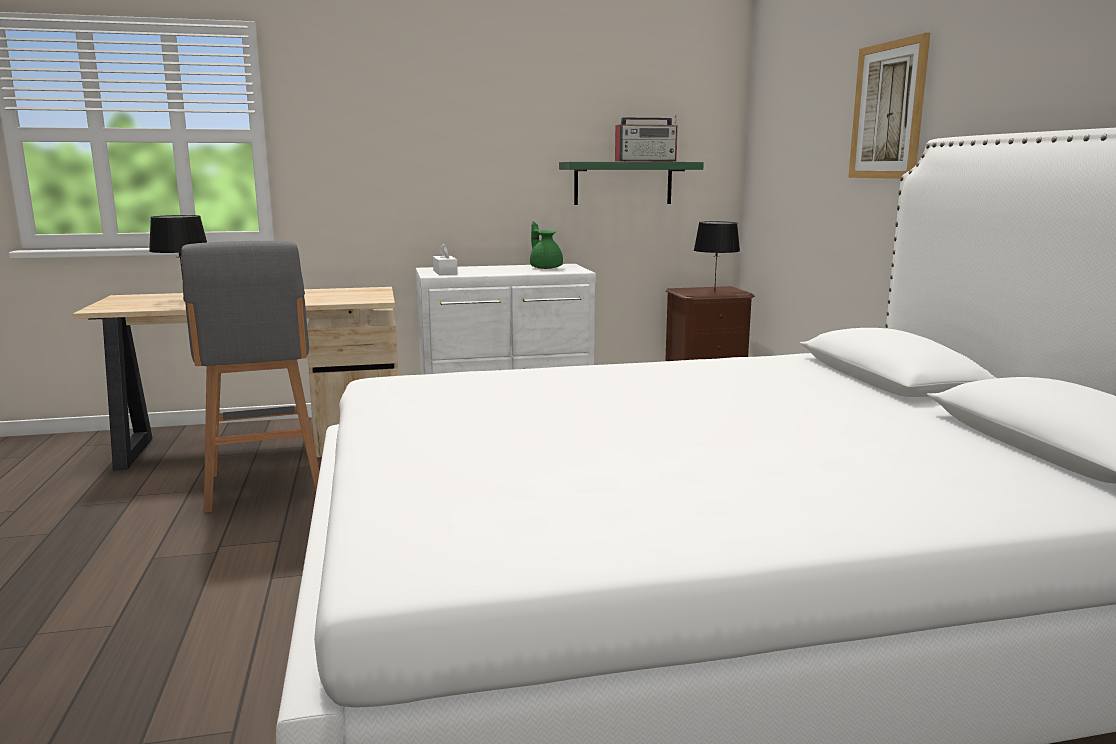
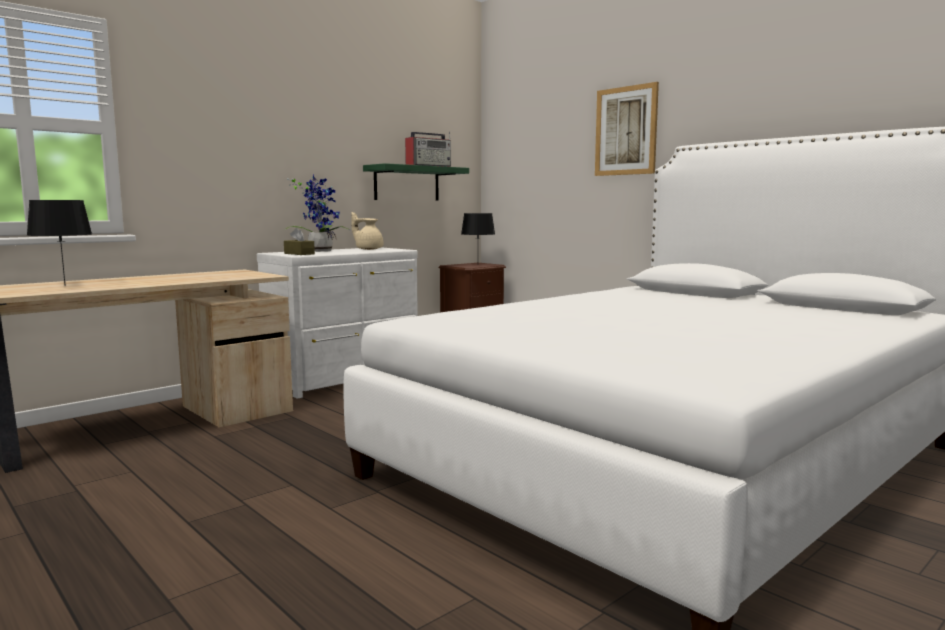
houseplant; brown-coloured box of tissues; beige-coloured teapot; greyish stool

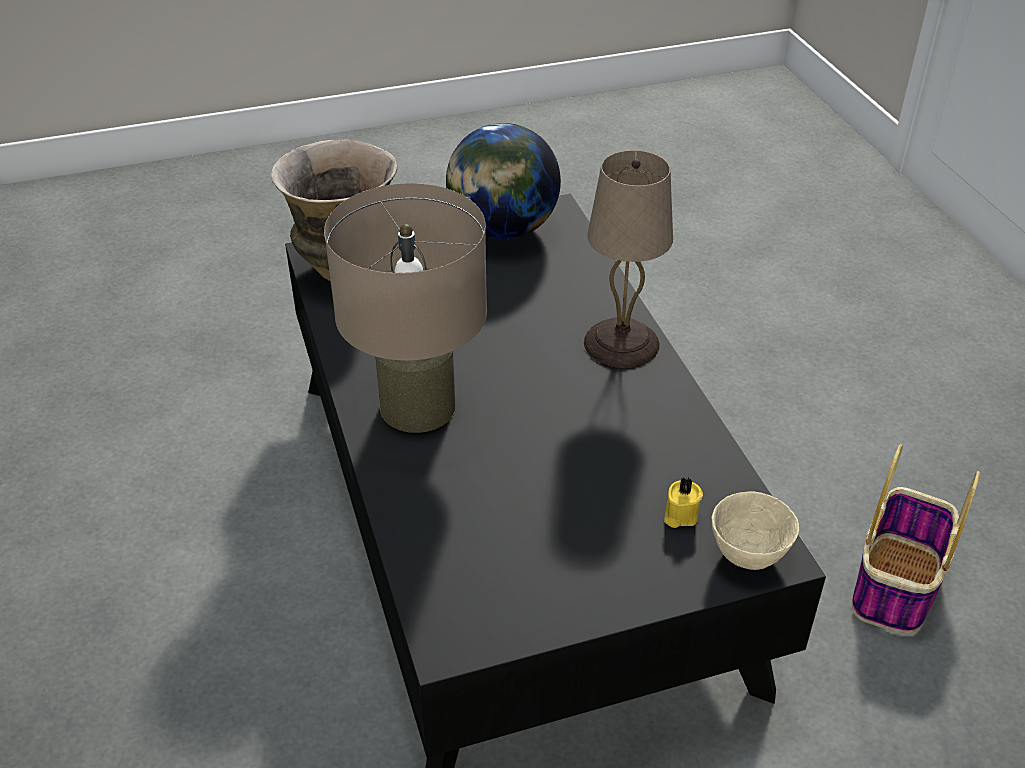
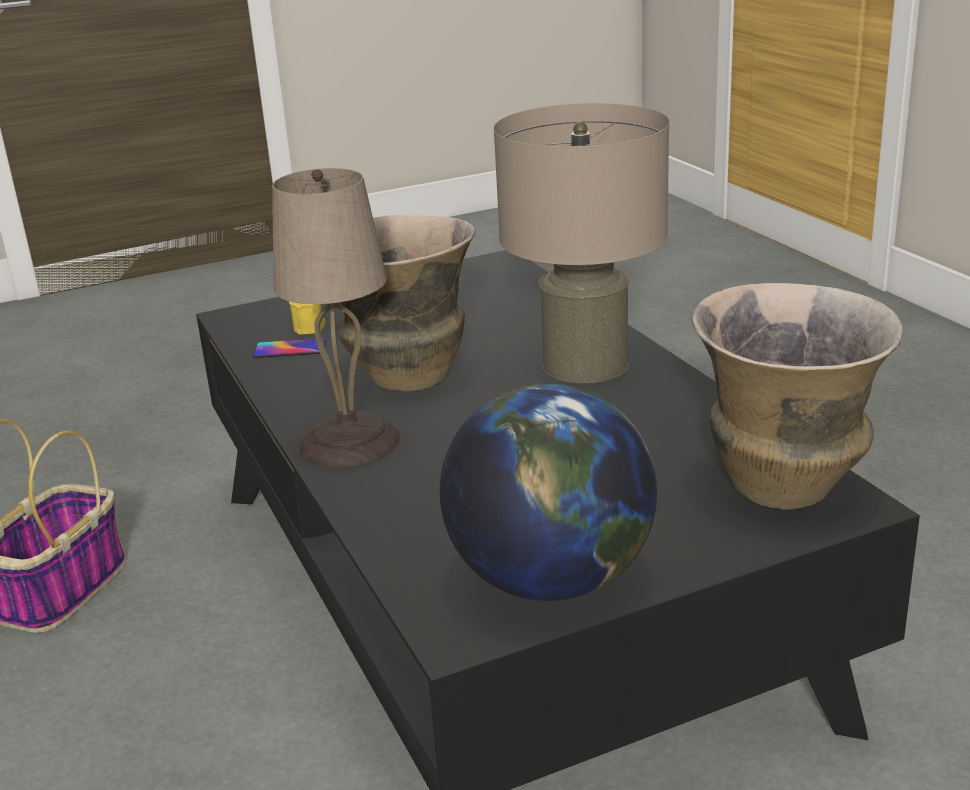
telephone; flower vase (no. 1 from left); beige-coloured deep dish

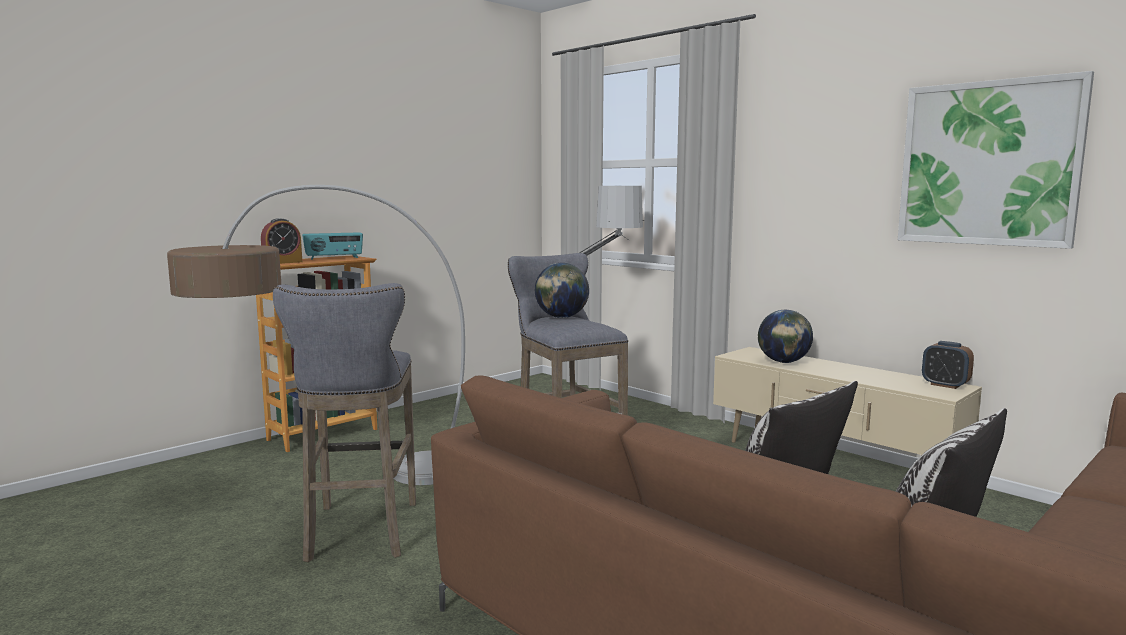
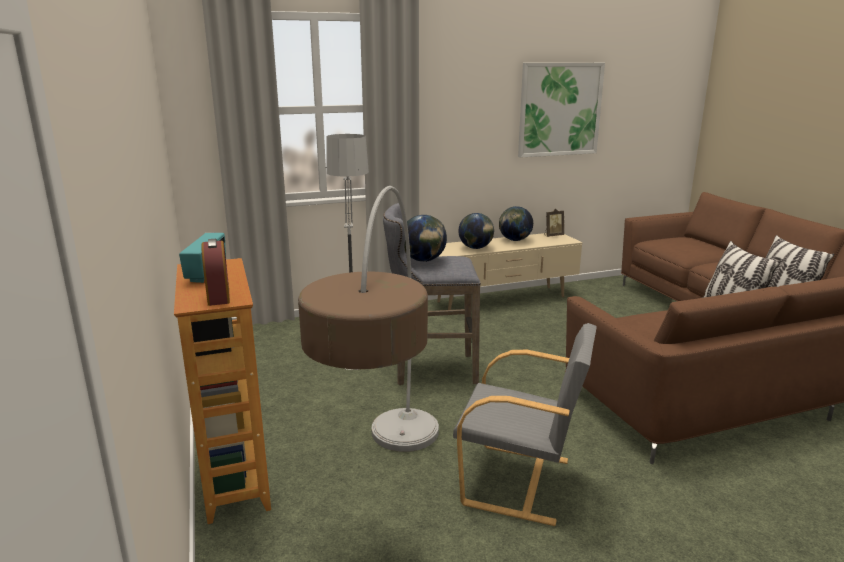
greyish armchair; desk globe (no. 3 from left); picture frame

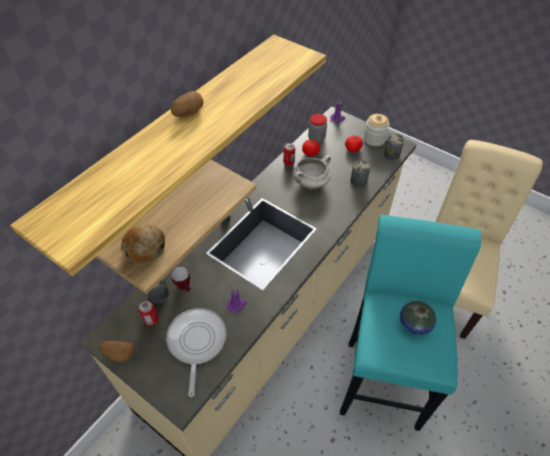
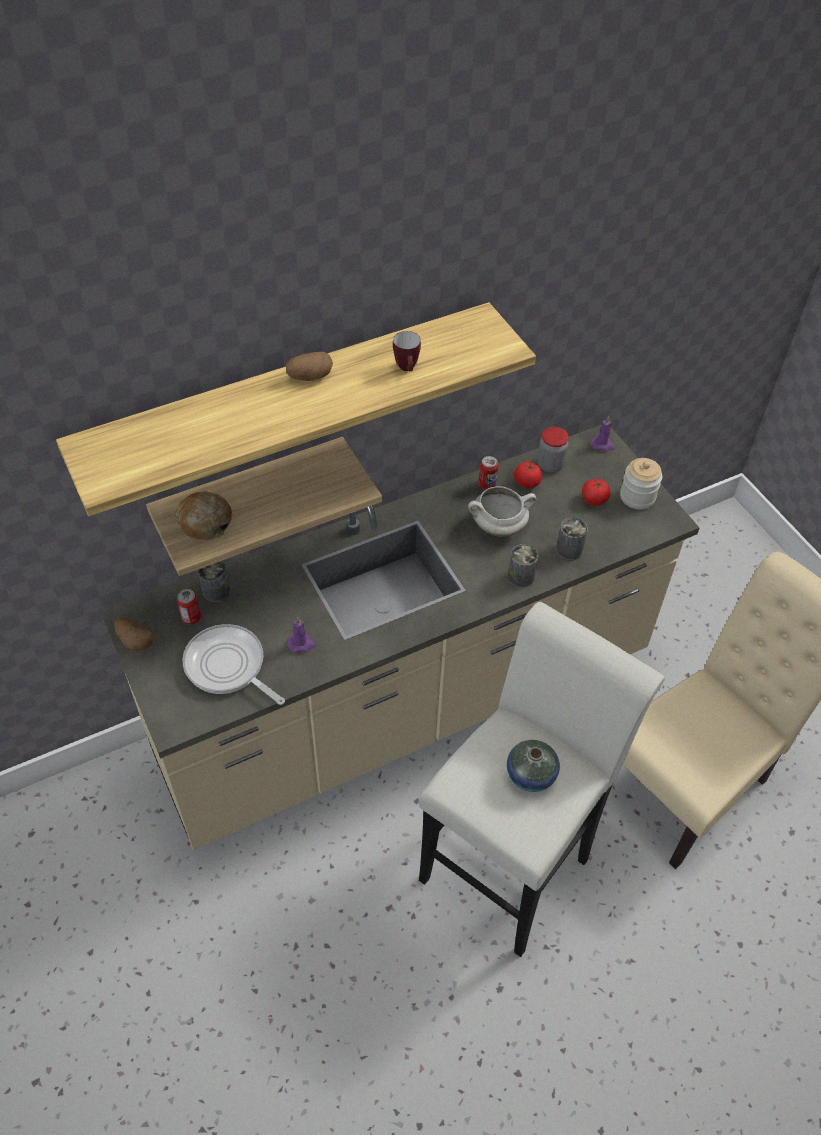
skillet; tea mug; white-coloured stool; sealed can (no. 4 from left)

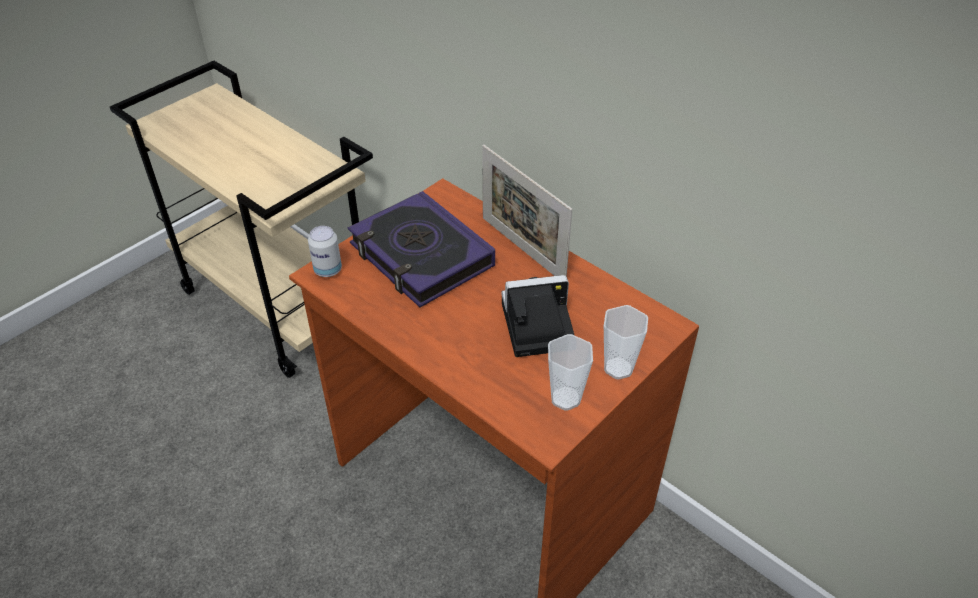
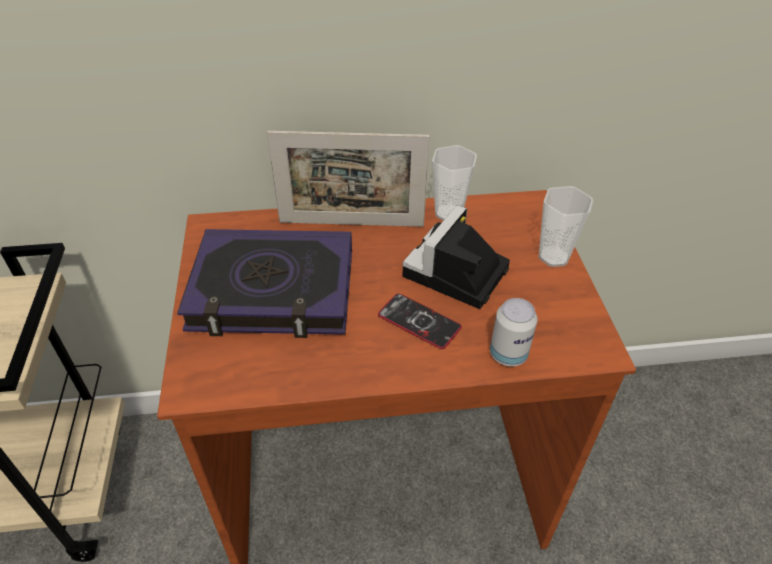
telephone; drinking cup (no. 1 from left); sealed can

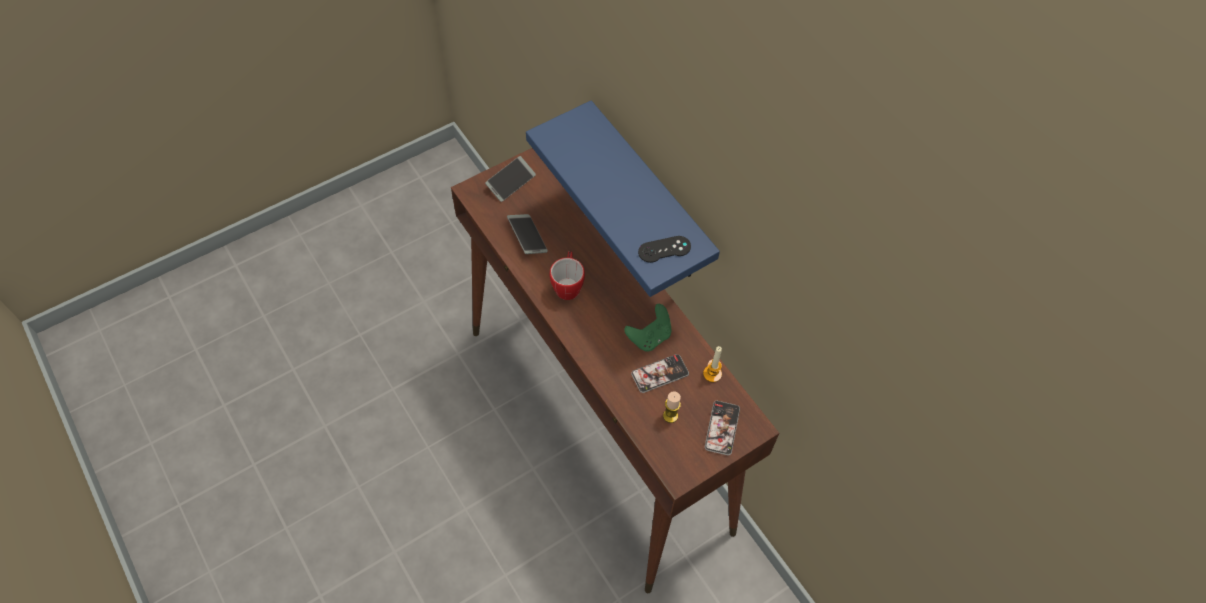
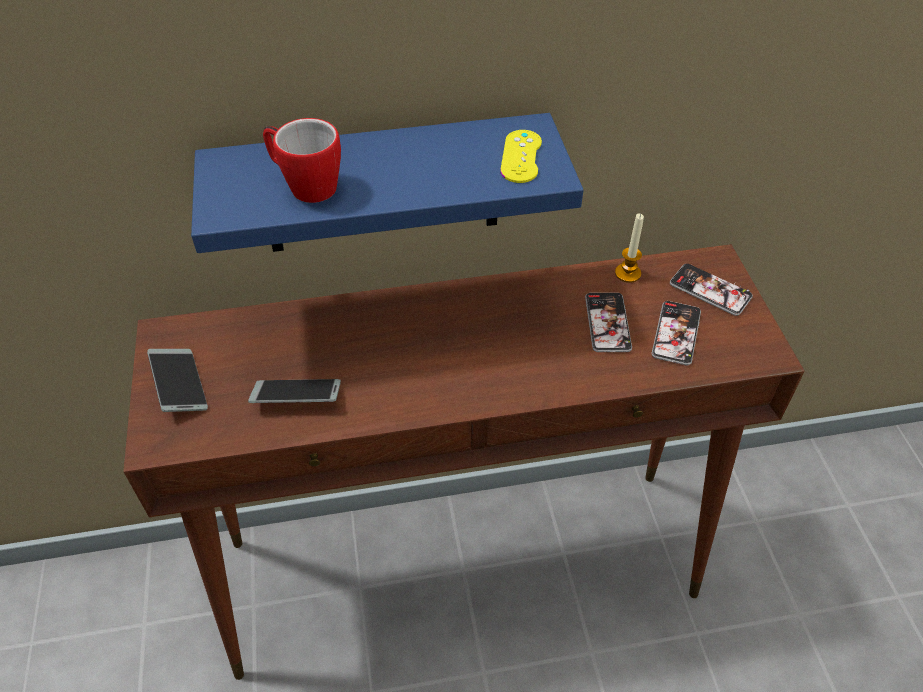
tea mug; yellow game controller; telephone (no. 4 from left); greenish game controller

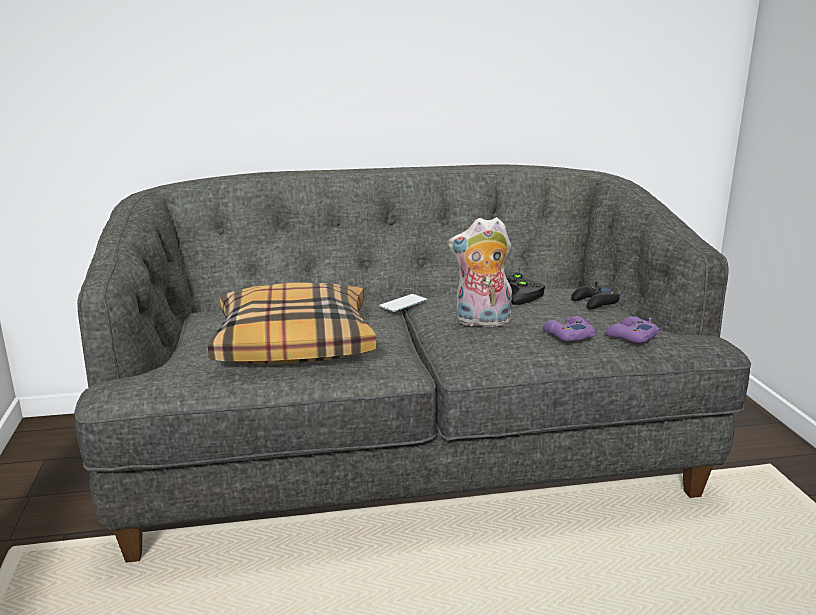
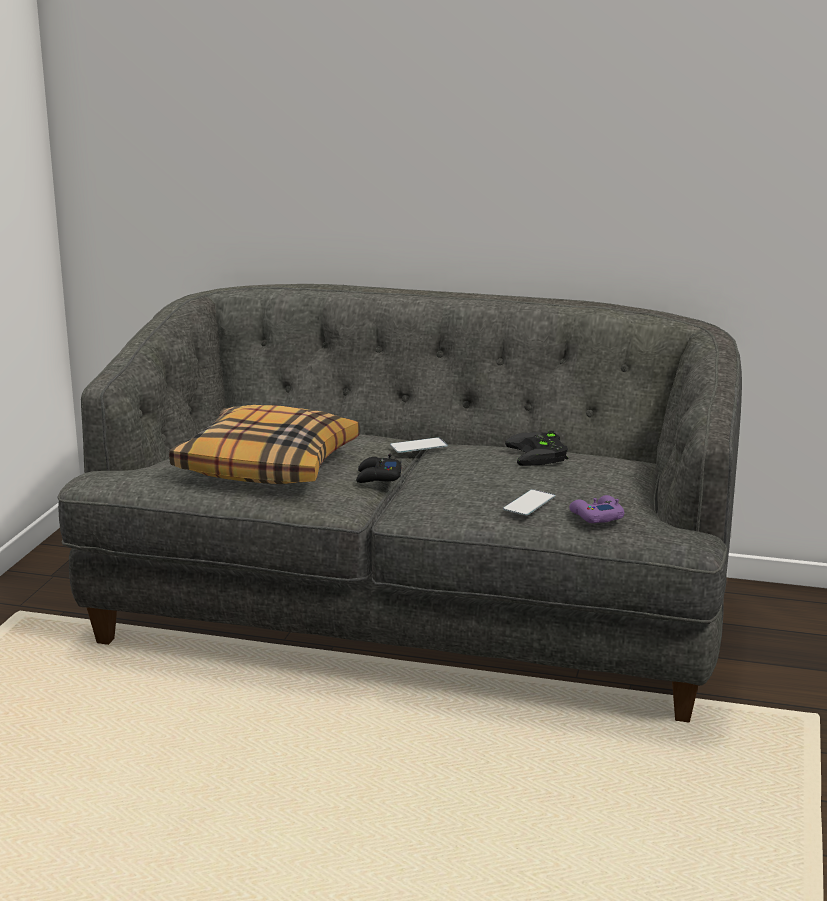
blackish game controller (no. 1 from left); telephone (no. 2 from left); plush toy

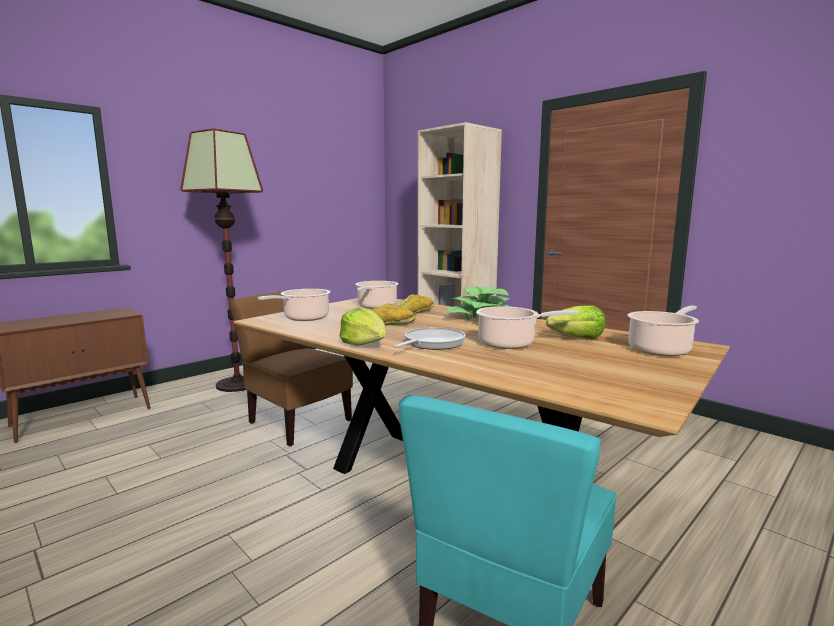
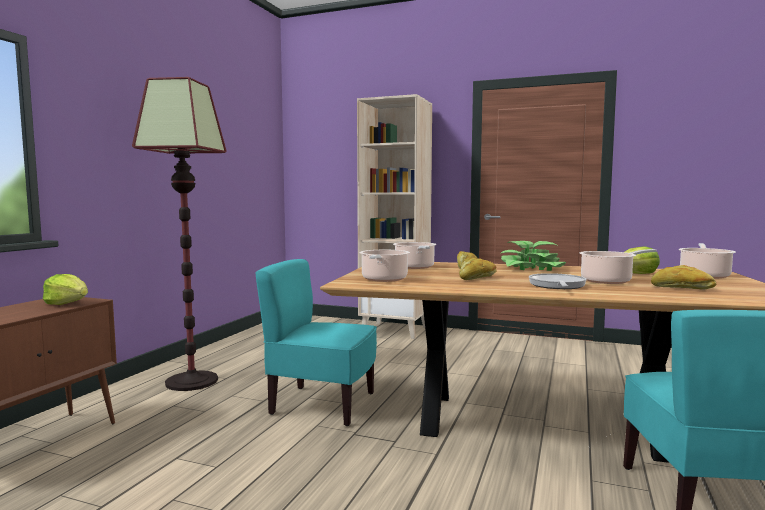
lettuce head (no. 1 from left); blue-green upright chair (no. 1 from left); baked bread (no. 3 from left)

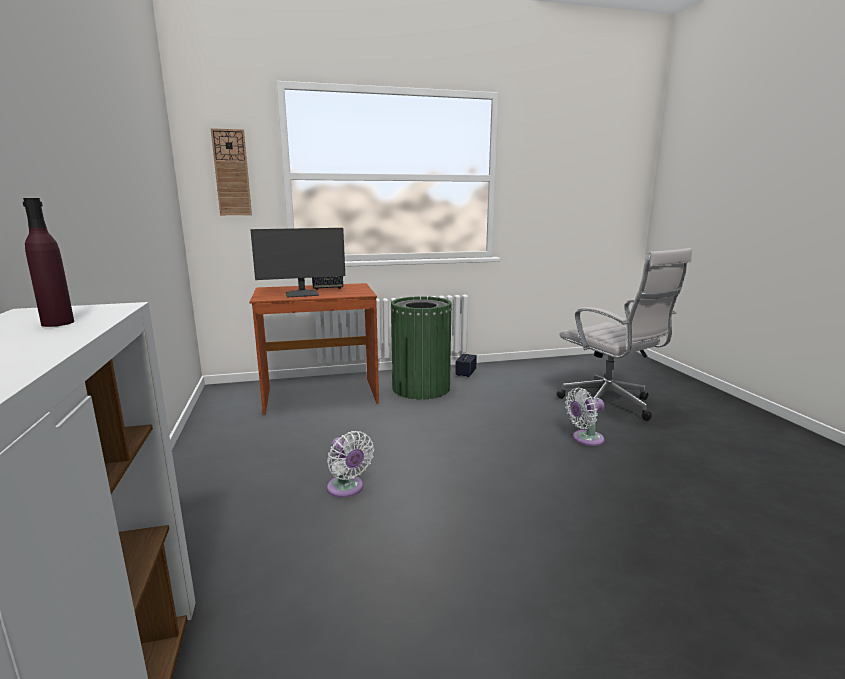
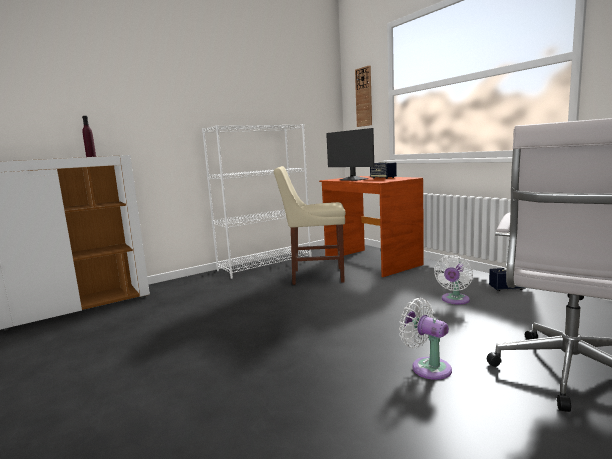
white-coloured bookshelf; beige-coloured upright chair; white-coloured electric fan (no. 2 from left); greenish rubbish bin

